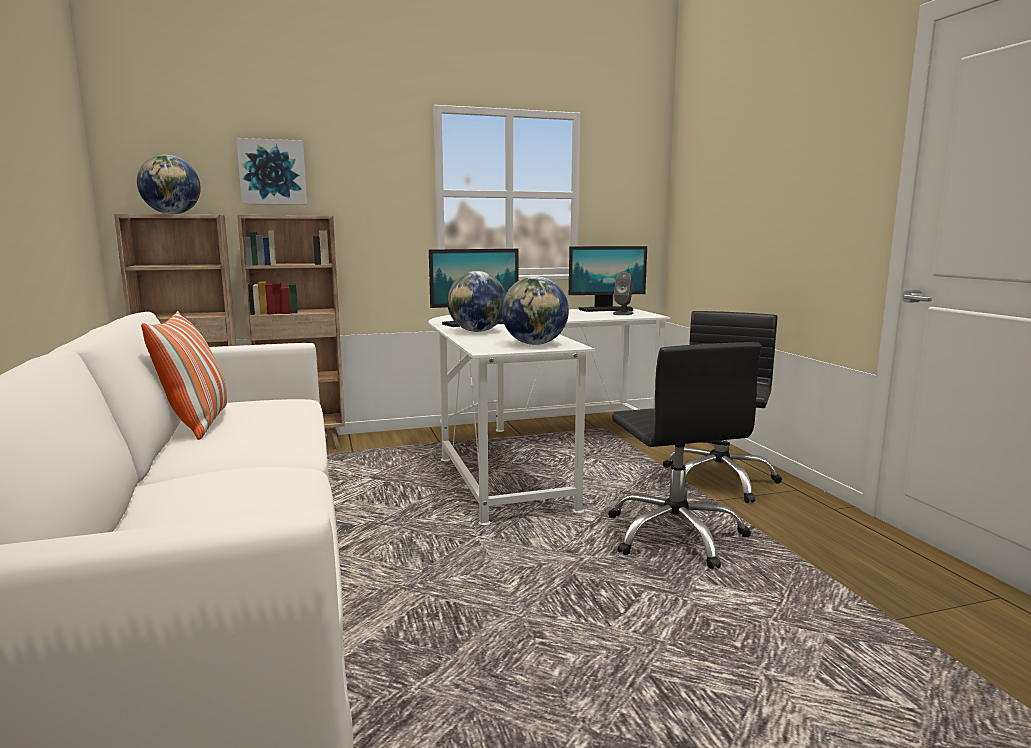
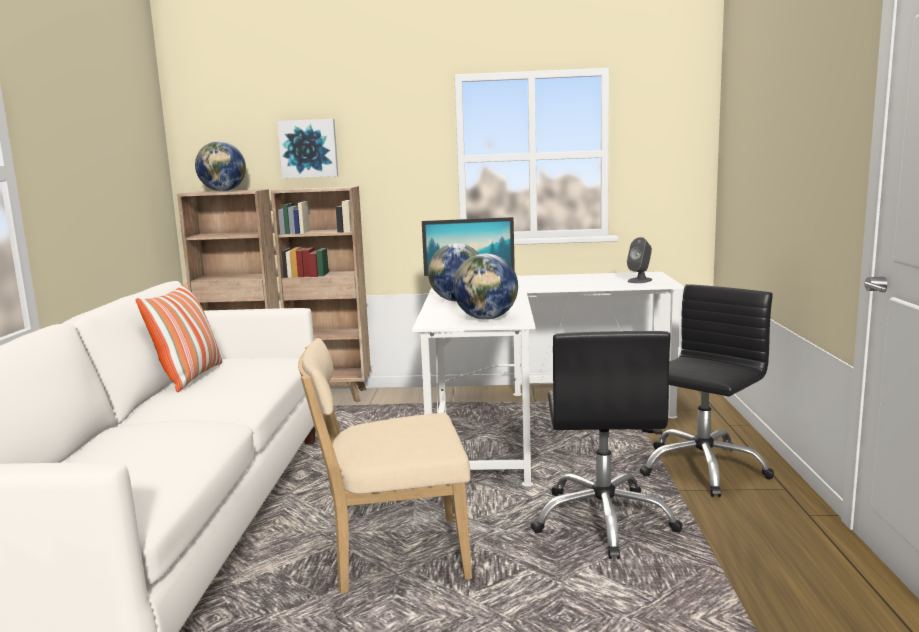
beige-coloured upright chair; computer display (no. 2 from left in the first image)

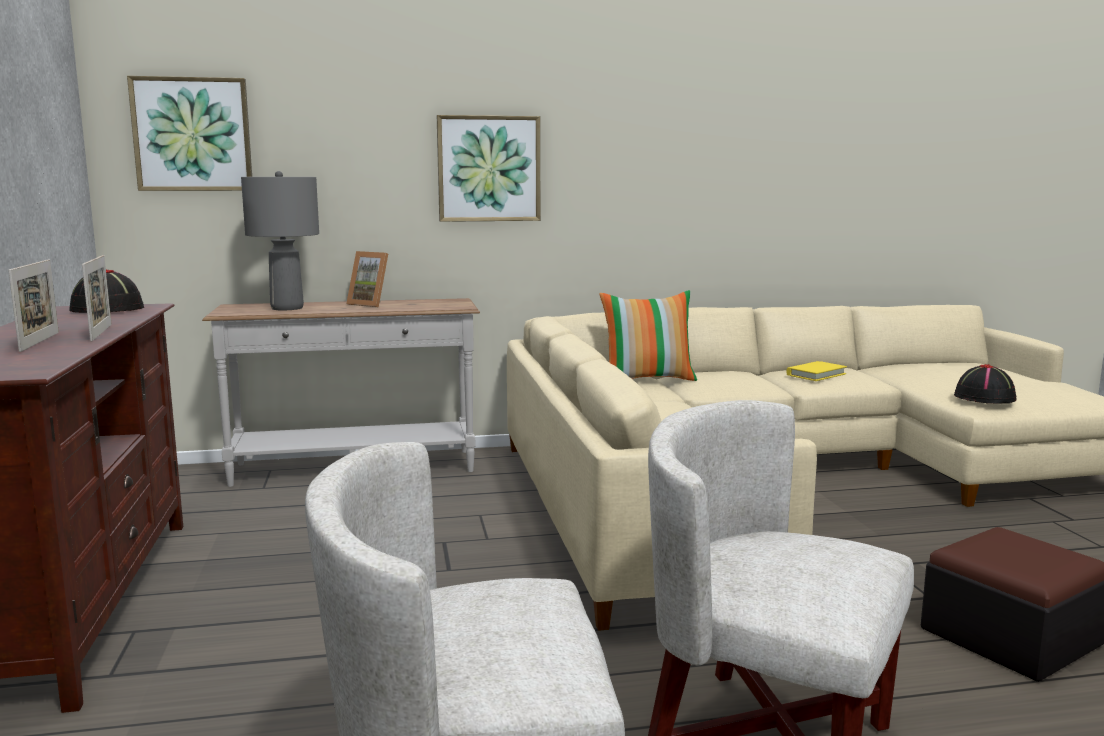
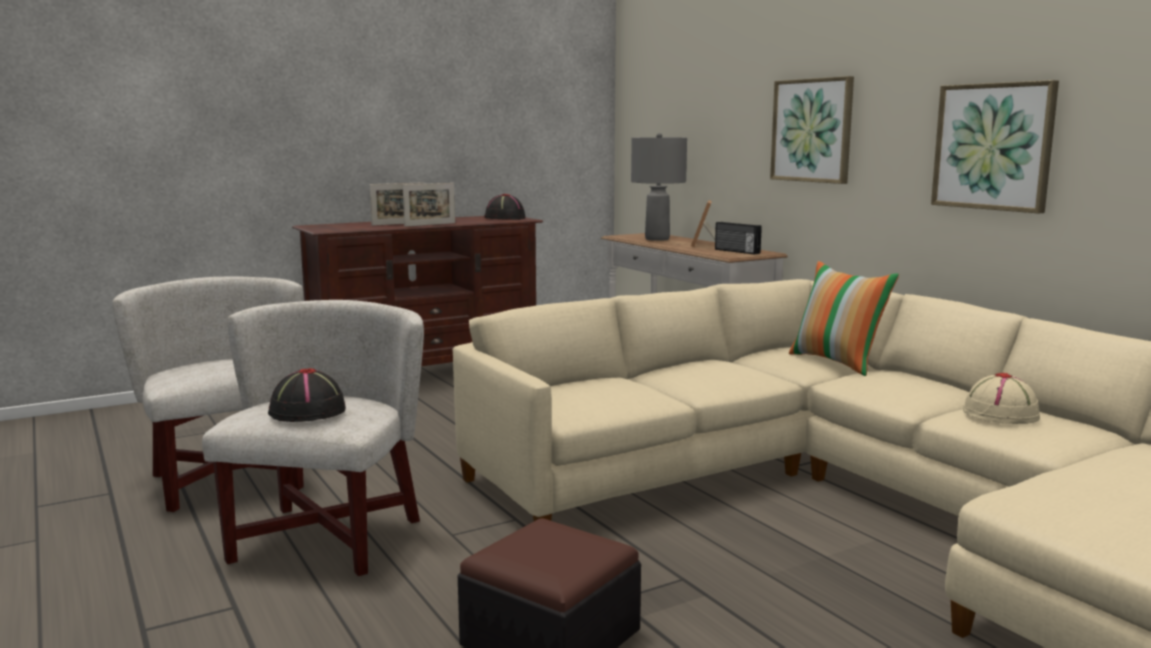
blackish hat (no. 1 from left); radio set; wall art (no. 2 from left); beige-coloured hat

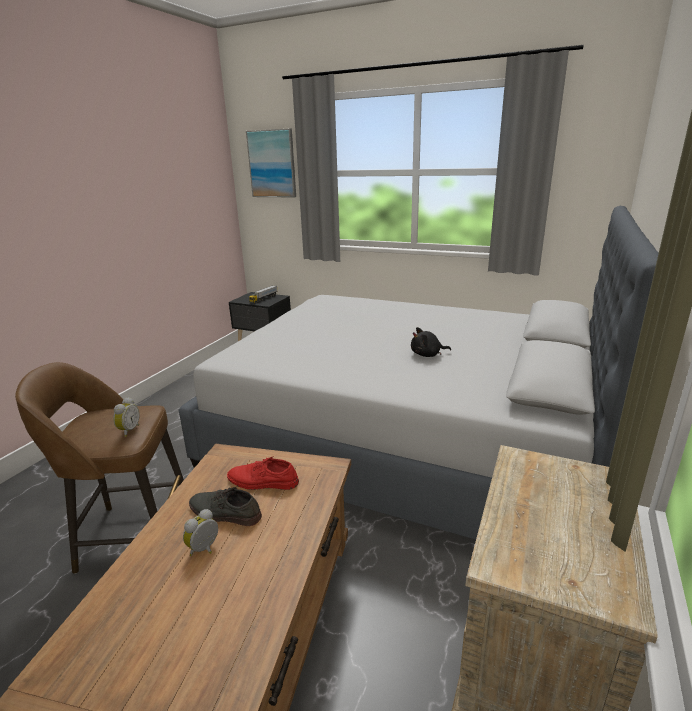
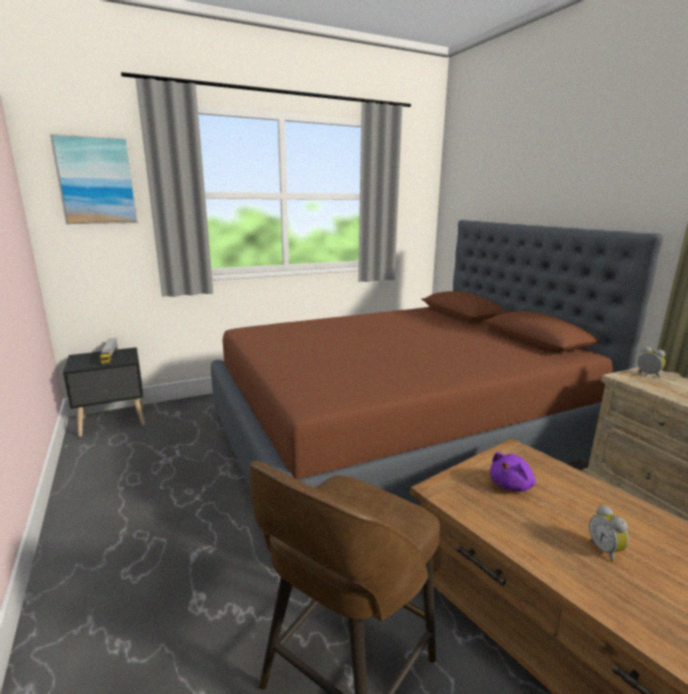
brown-coloured sleeping bed; purple plush toy; alarm clock (no. 2 from left); greyish shoe; blackish plush toy

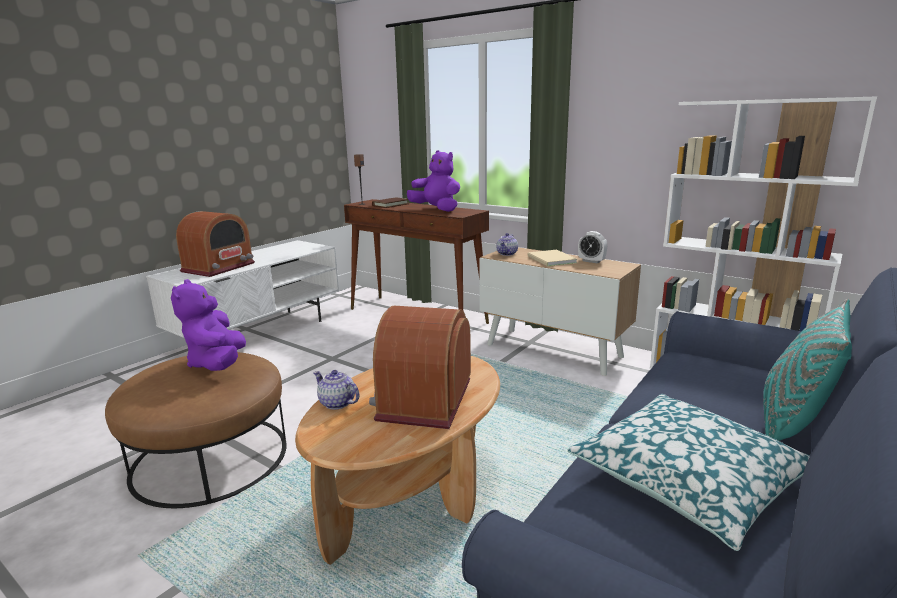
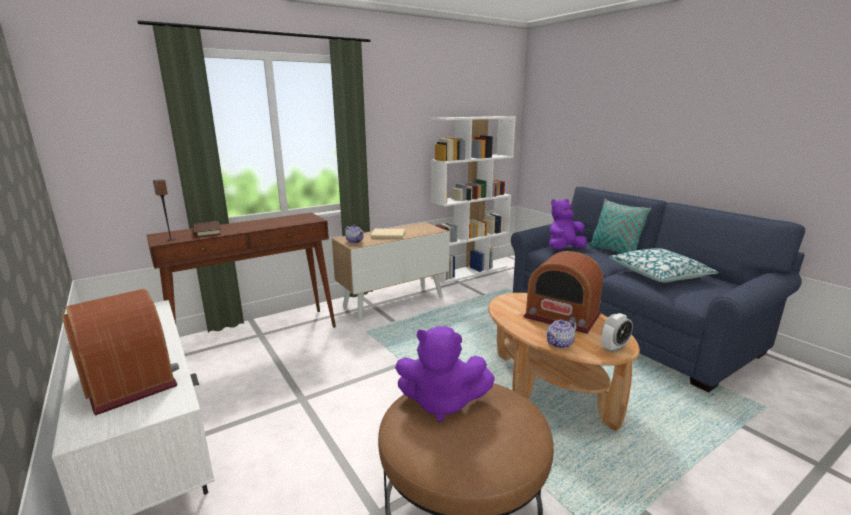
purple plush toy (no. 2 from left); alarm clock

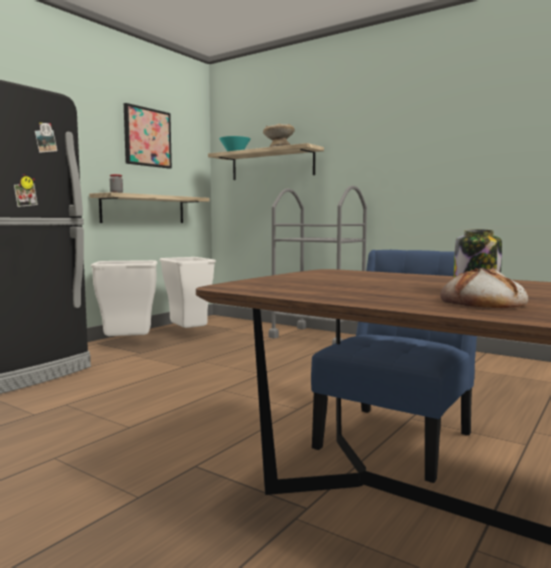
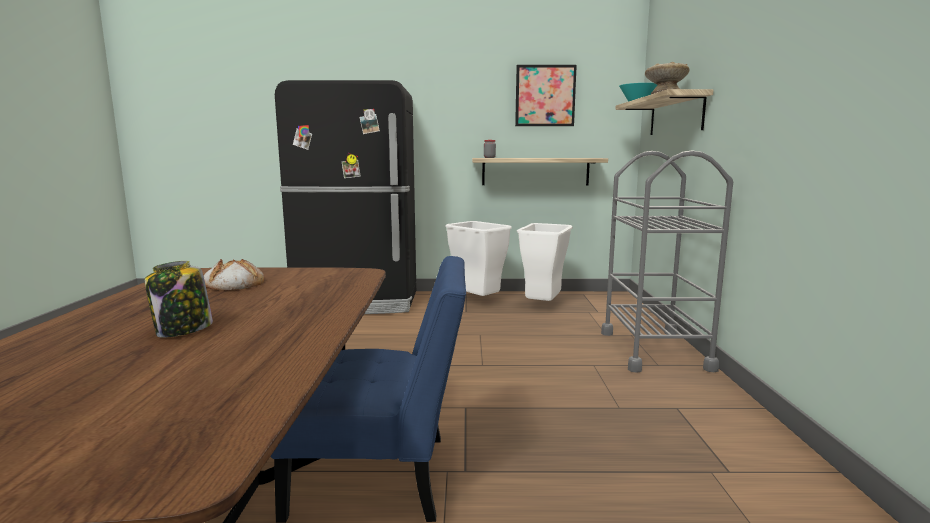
baked bread

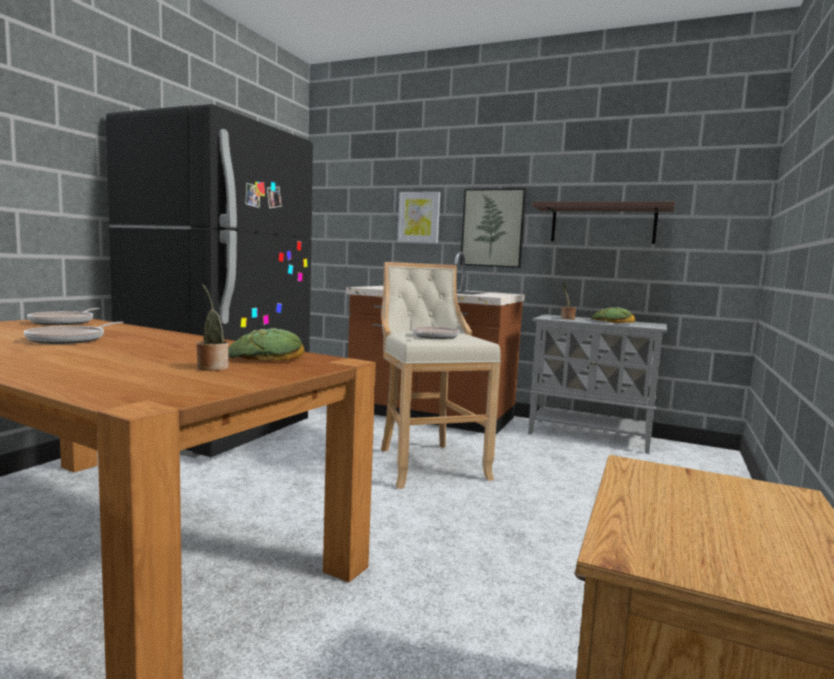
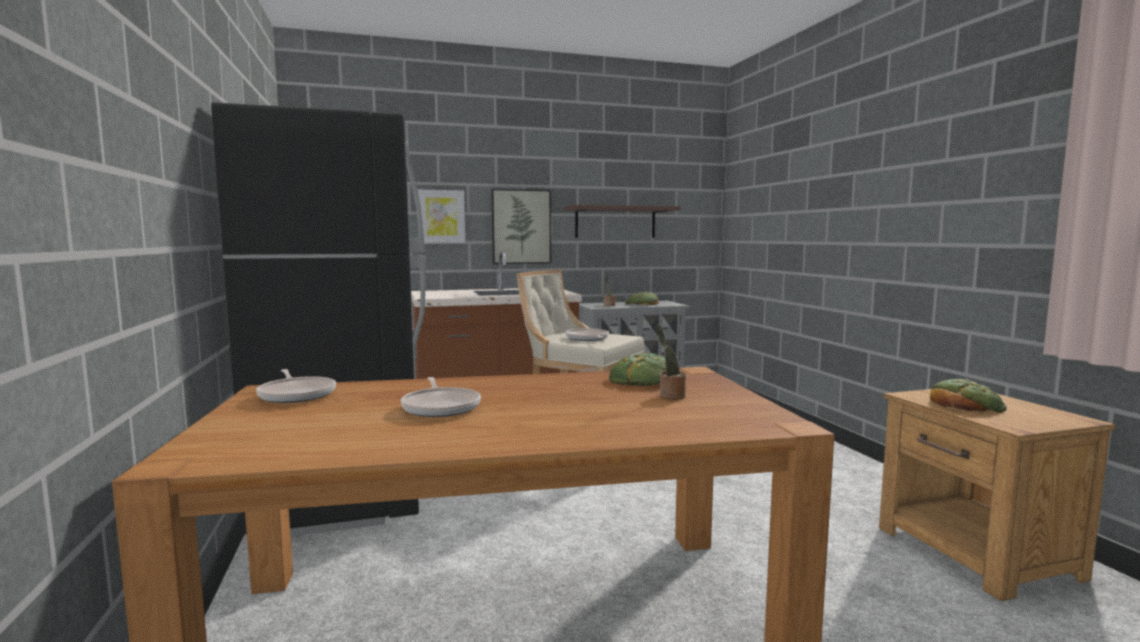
baked bread (no. 3 from left)

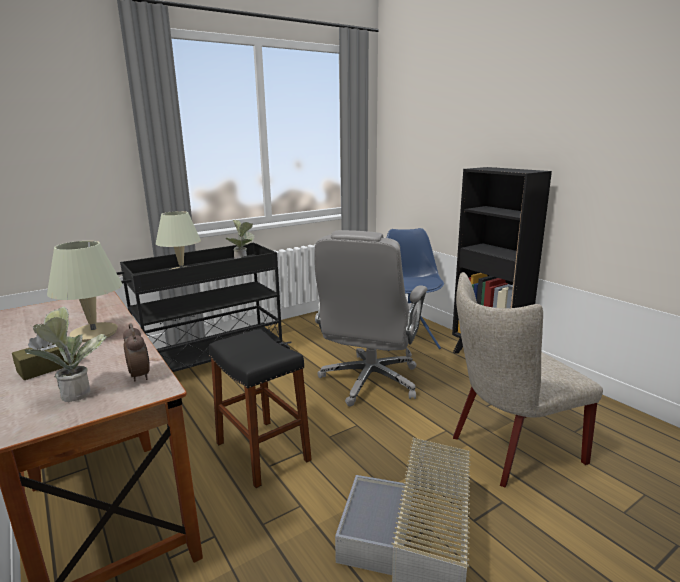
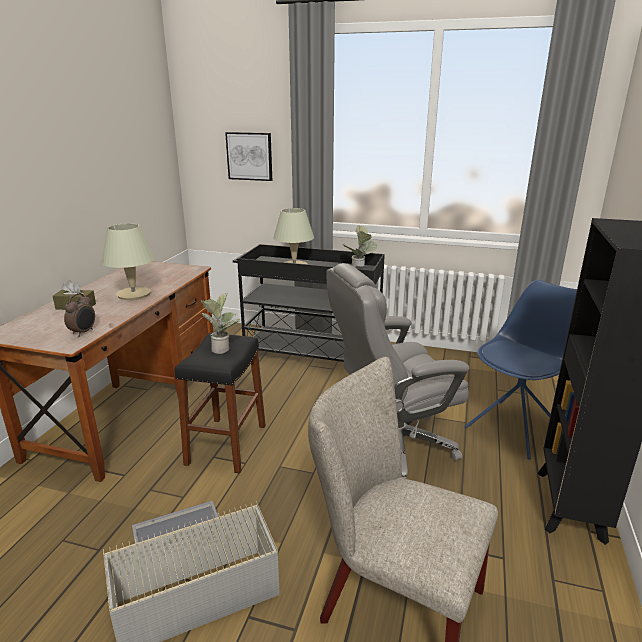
houseplant (no. 1 from left); wall art

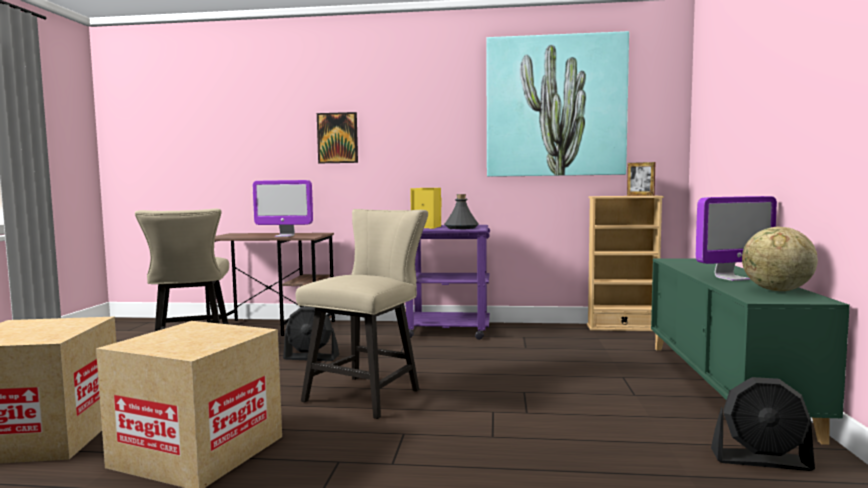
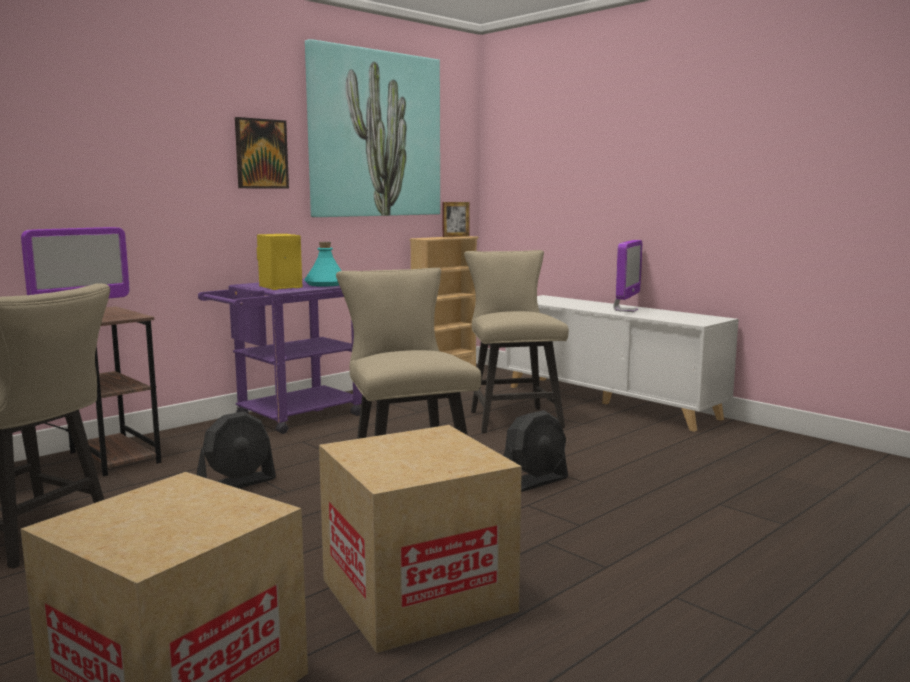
wall art (no. 1 from left); blue-green bottle; beige-coloured upright chair (no. 3 from left); blackish electric fan (no. 2 from left); white-coloured cabinet; desk globe

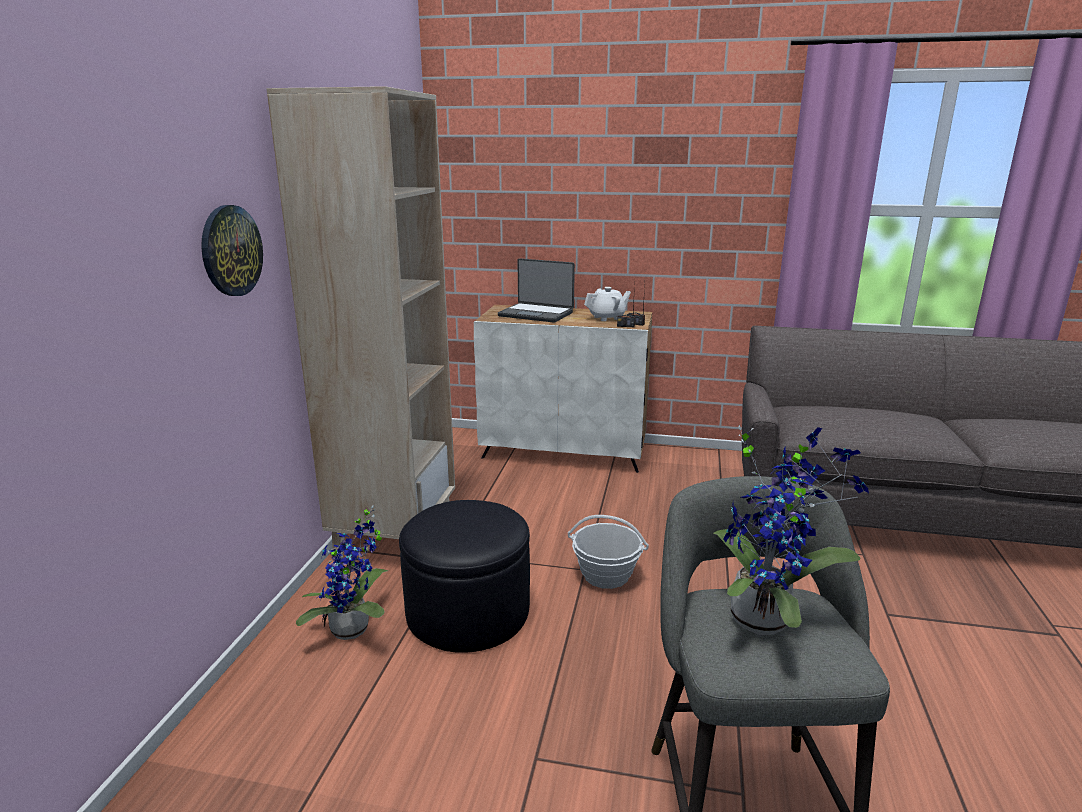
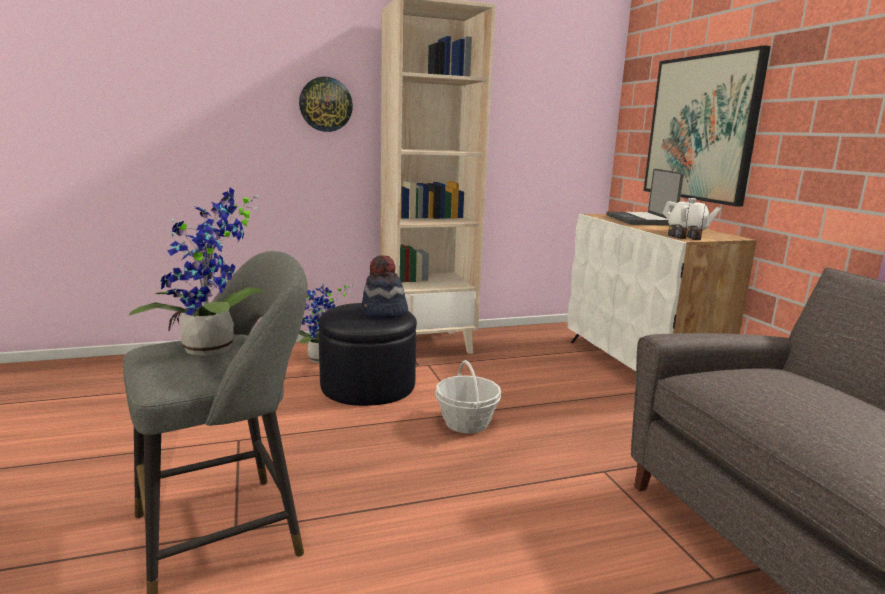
hat; wall art

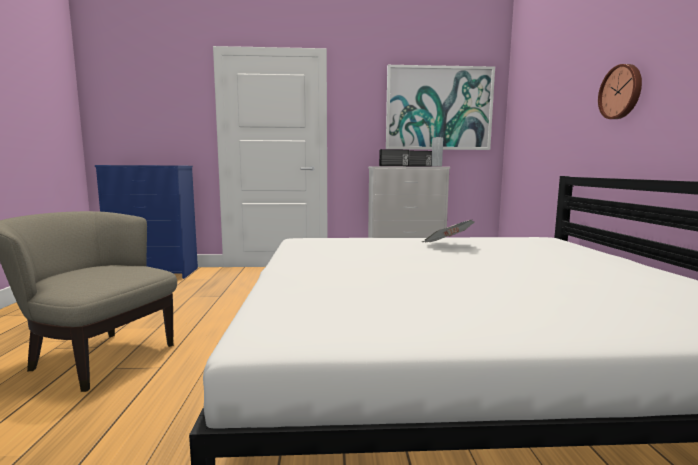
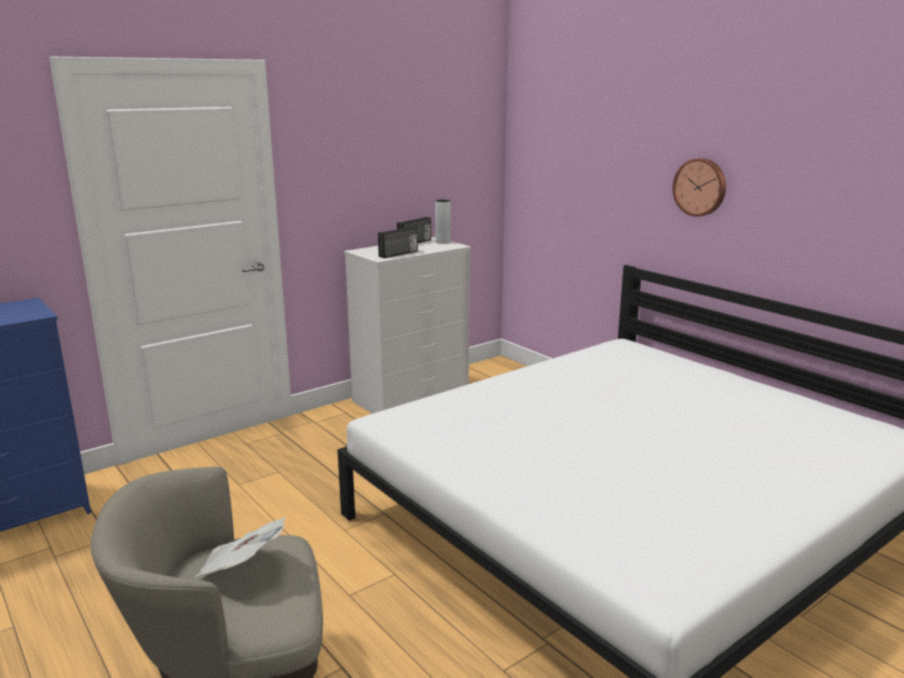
newspaper; wall art

